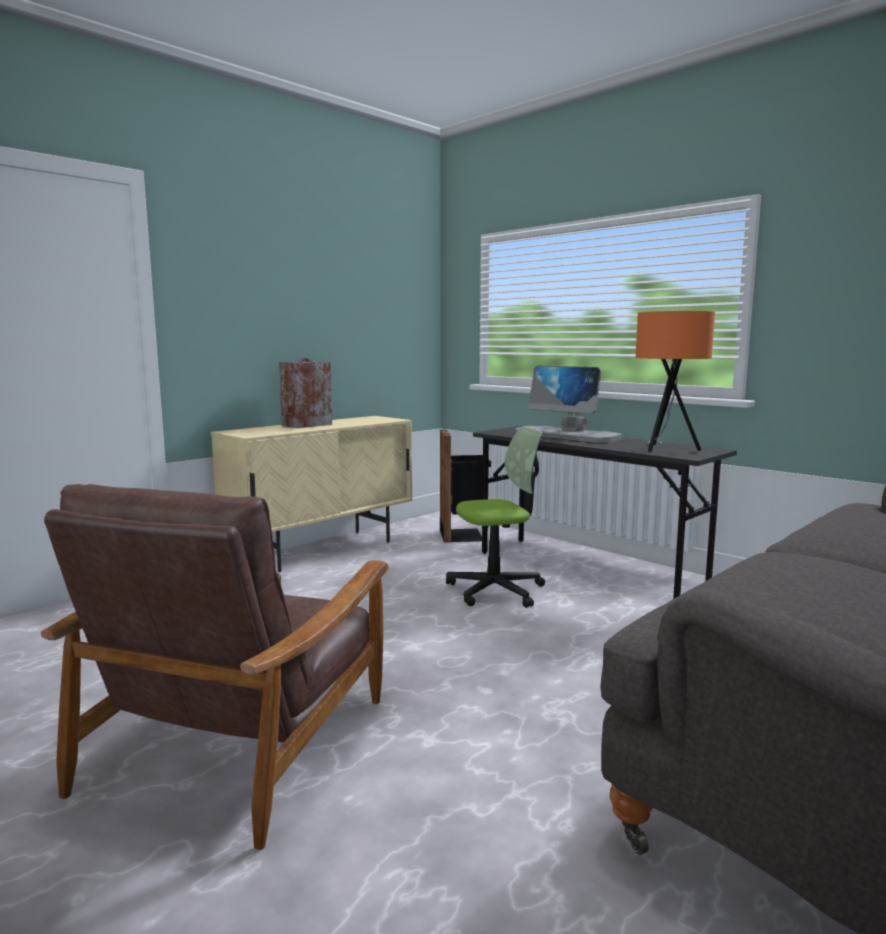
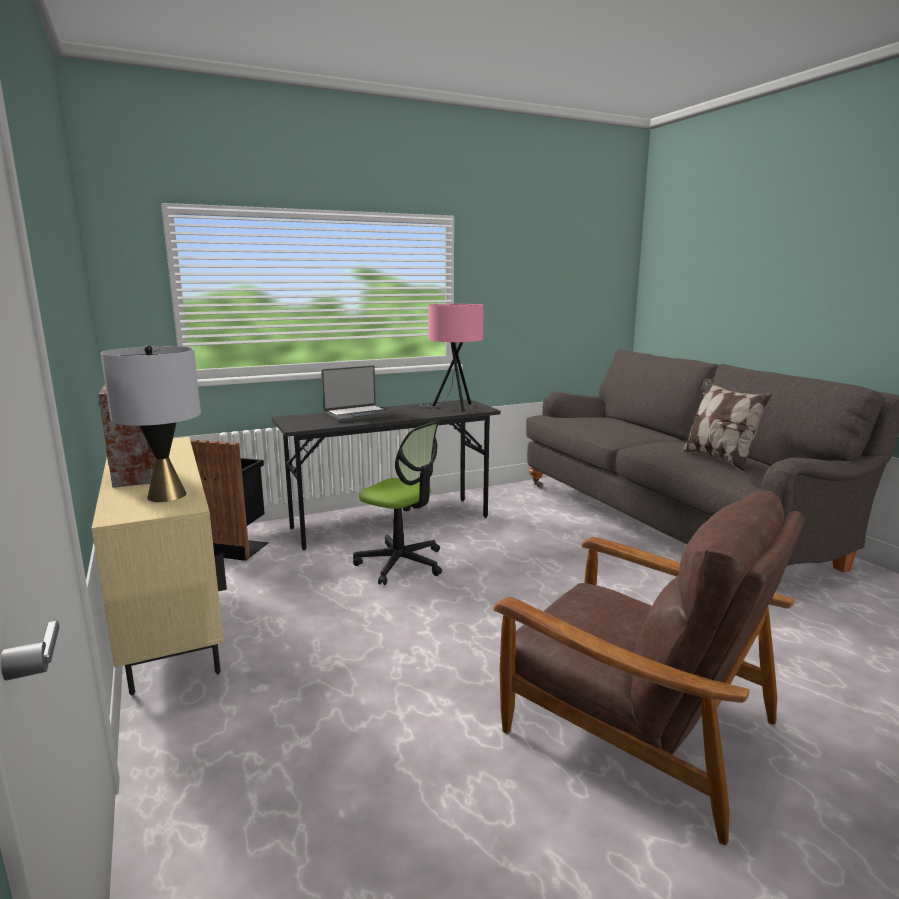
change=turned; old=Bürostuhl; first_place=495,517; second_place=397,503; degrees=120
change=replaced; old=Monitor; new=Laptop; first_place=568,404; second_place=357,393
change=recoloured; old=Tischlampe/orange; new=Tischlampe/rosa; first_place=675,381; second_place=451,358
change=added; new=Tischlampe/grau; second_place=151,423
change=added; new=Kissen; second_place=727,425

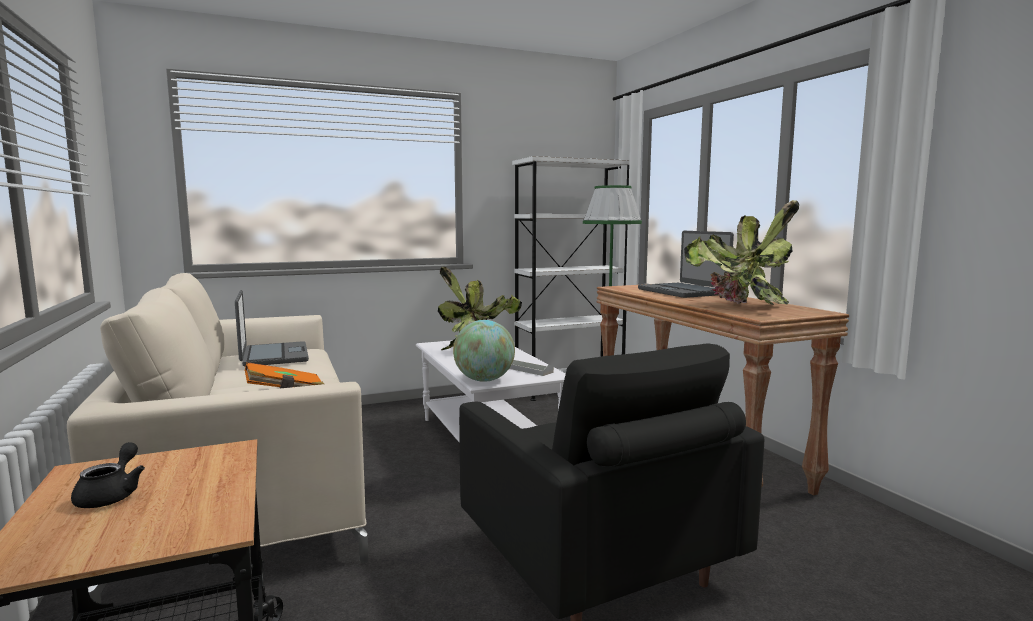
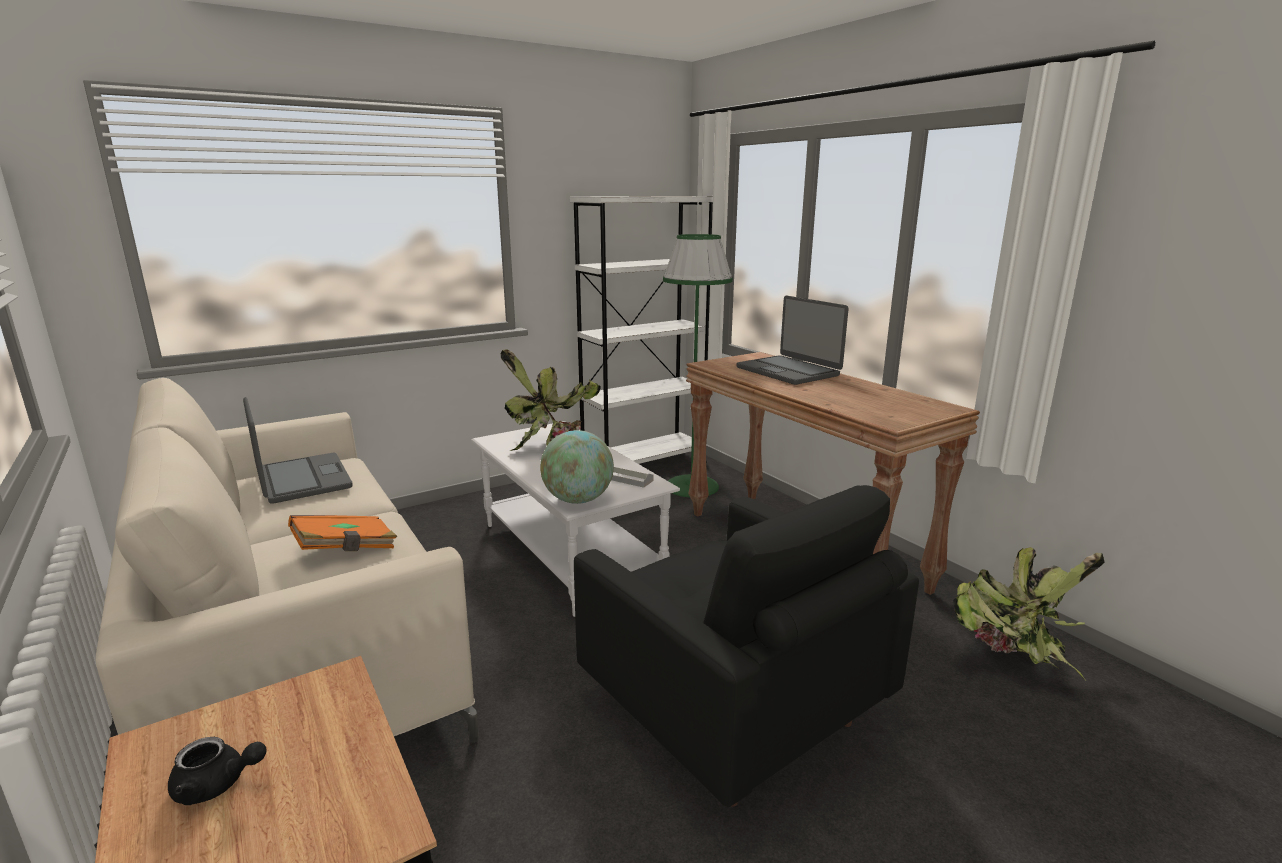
change=turned; old=Teekanne/schwarz; first_place=108,475; second_place=217,771; degrees=105
change=moved; old=Topfpflanze; first_place=741,252; second_place=1029,613

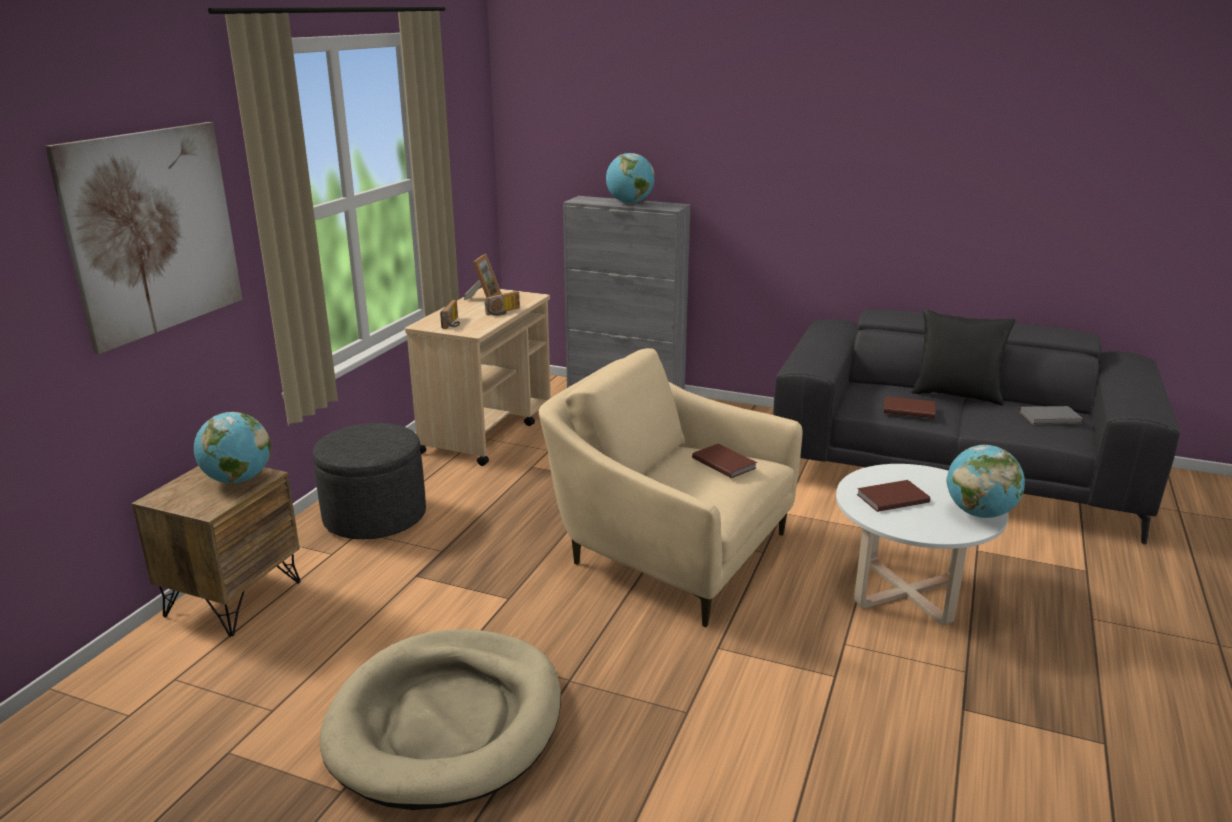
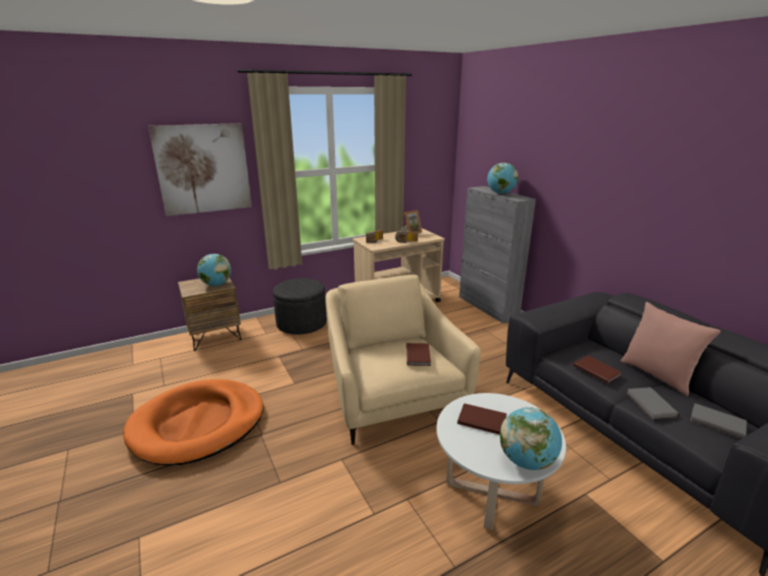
change=recoloured; old=Hundebett/beige; new=Hundebett/orange; first_place=440,719; second_place=193,422
change=recoloured; old=Kissen/schwarz; new=Kissen/rosa; first_place=963,357; second_place=670,349
change=added; new=Buch/grau; second_place=653,403

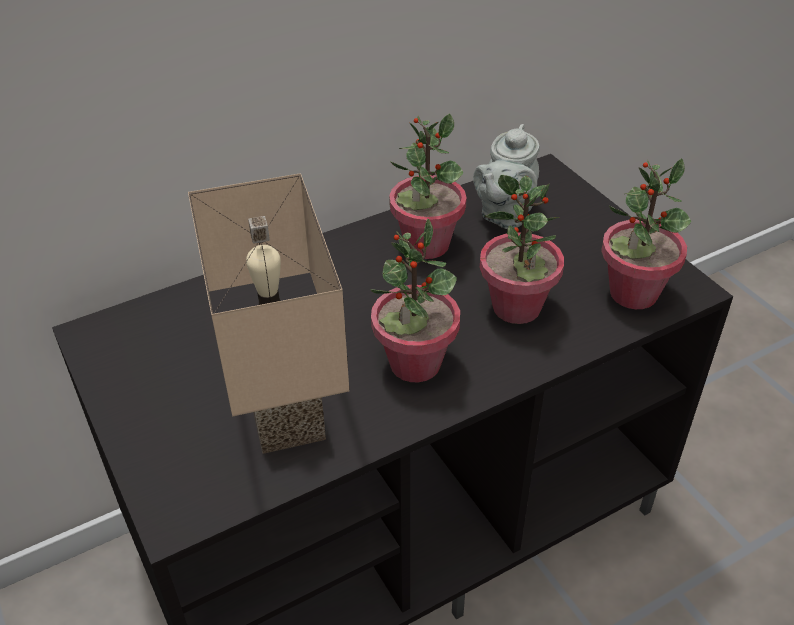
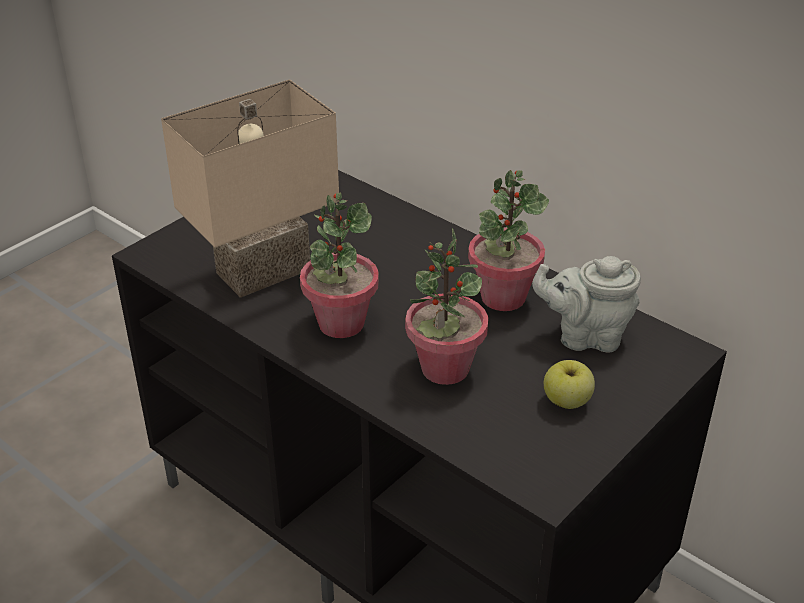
change=removed; old=Topfpflanze; first_place=646,233
change=added; new=Apfel; second_place=569,384

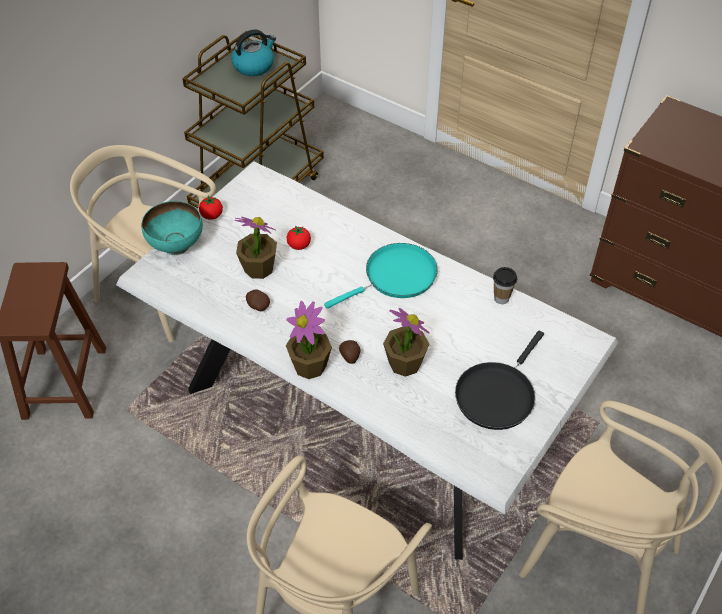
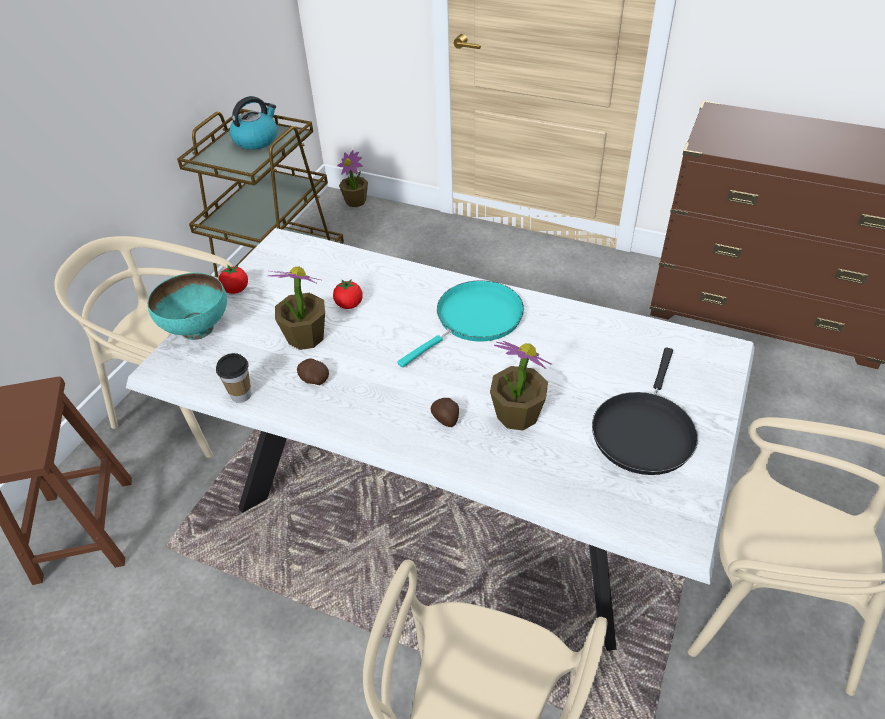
change=moved; old=Topfpflanze; first_place=309,340; second_place=352,178
change=moved; old=Tasse; first_place=505,285; second_place=233,378

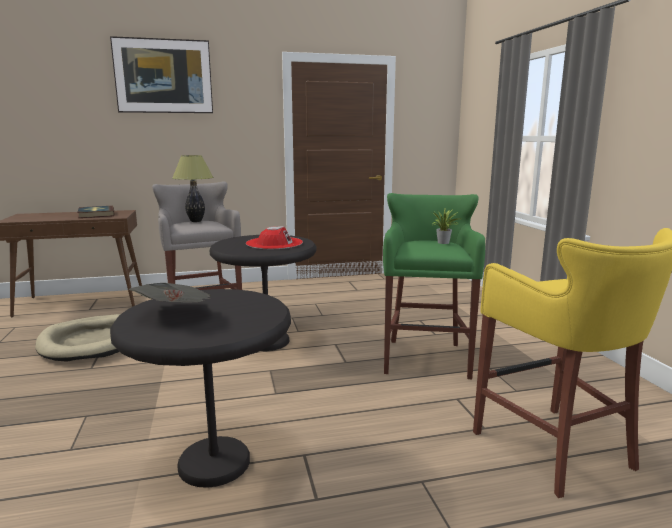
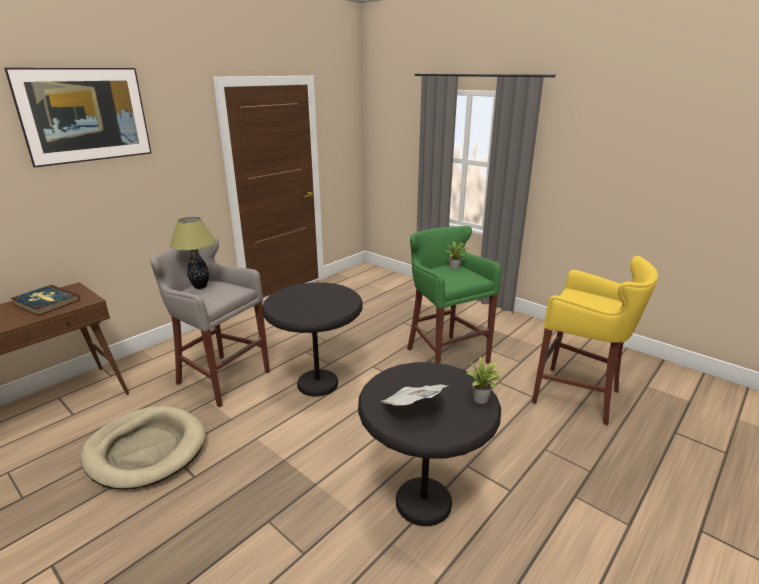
change=removed; old=Hut/rot; first_place=274,237
change=added; new=Topfpflanze; second_place=486,380

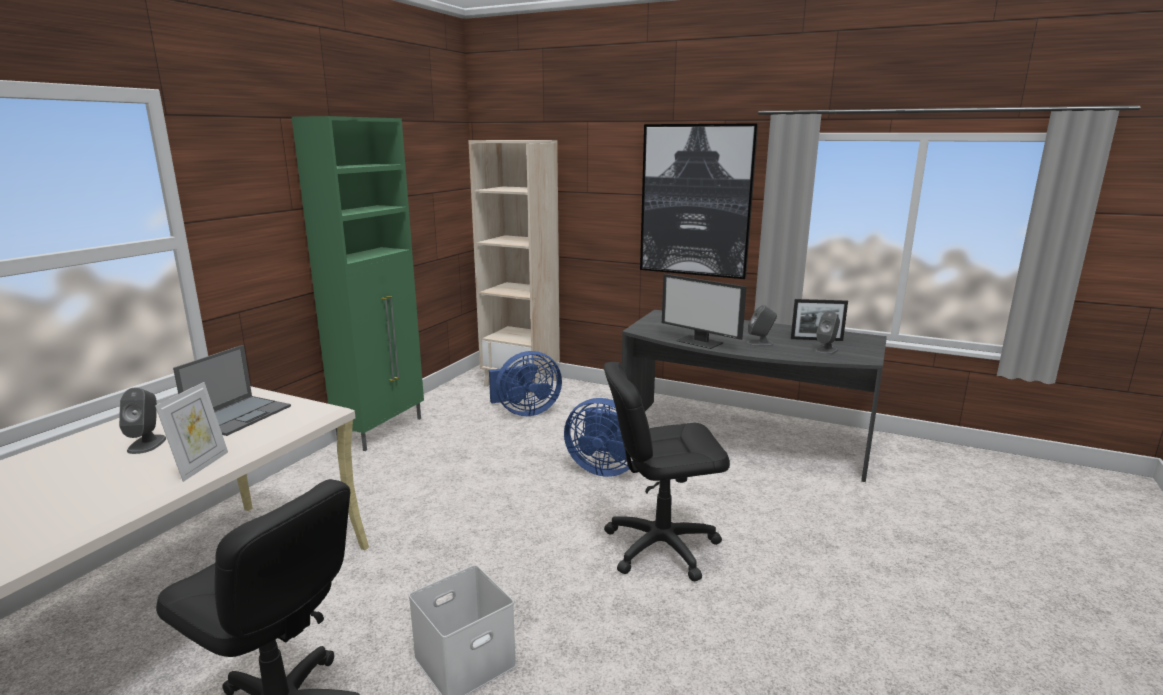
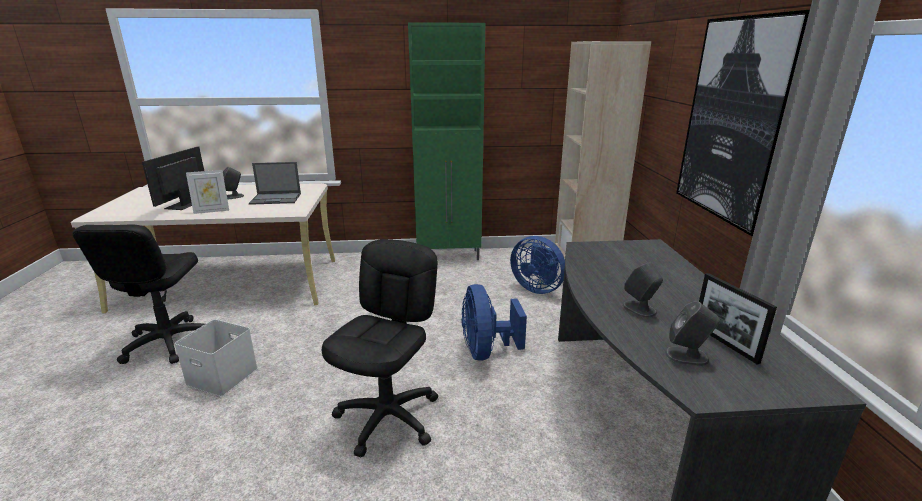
change=turned; old=Bürostuhl/schwarz; first_place=667,471; second_place=380,348; degrees=60
change=moved; old=Monitor; first_place=704,311; second_place=173,178

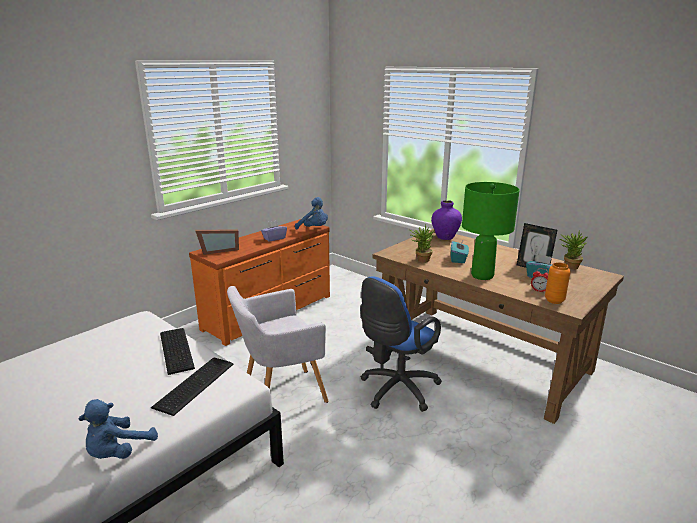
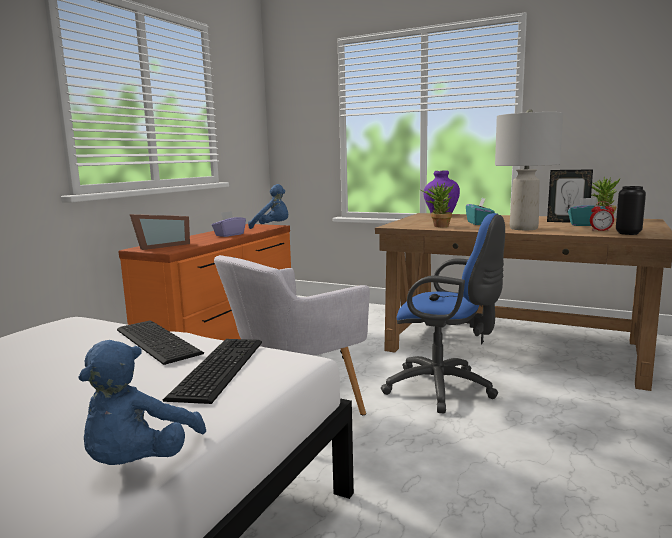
change=turned; old=Bürostuhl/blau; first_place=401,344; second_place=443,313; degrees=-90
change=recoloured; old=Tischlampe/grün; new=Tischlampe/grau; first_place=491,231; second_place=529,169
change=recoloured; old=Vase/orange; new=Vase/schwarz; first_place=558,283; second_place=631,210

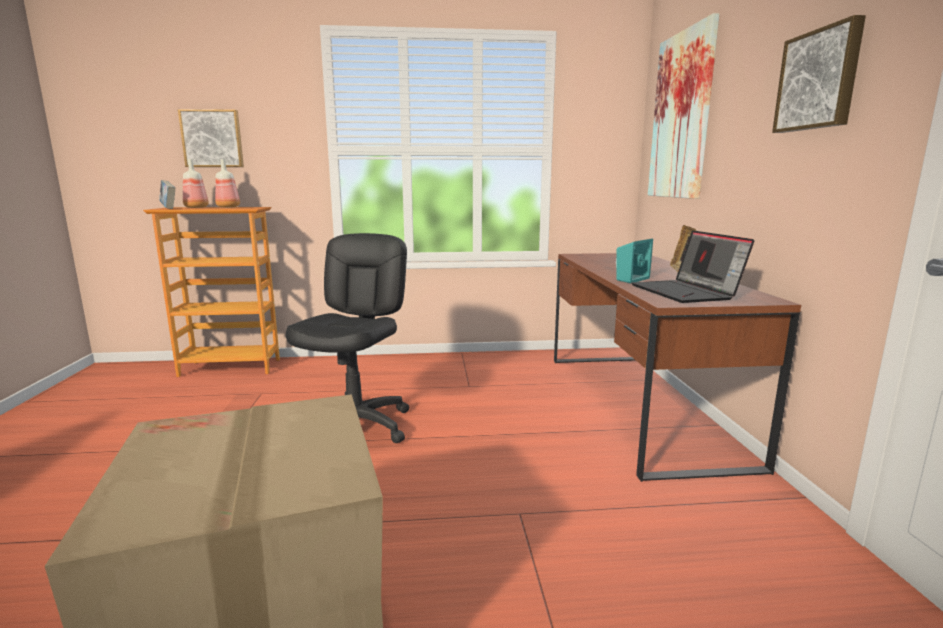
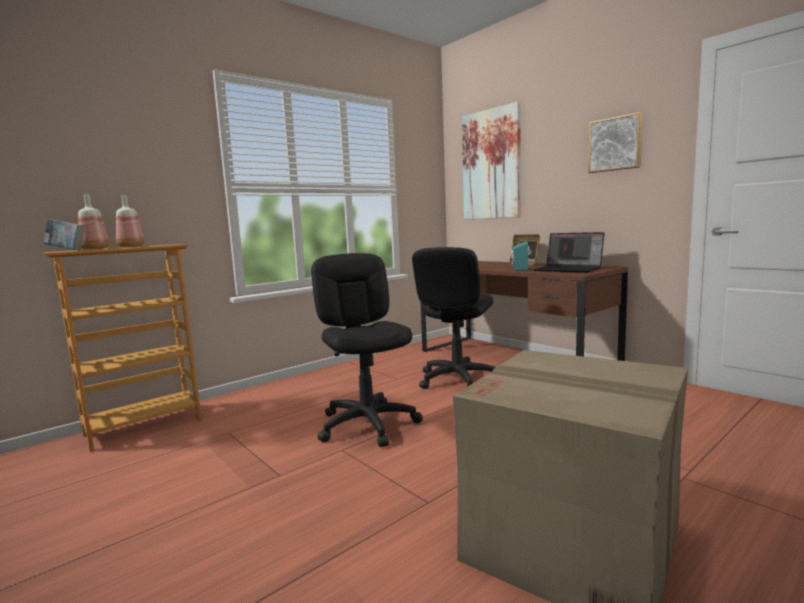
change=removed; old=Bild; first_place=211,138
change=added; new=Bürostuhl/schwarz; second_place=454,318

